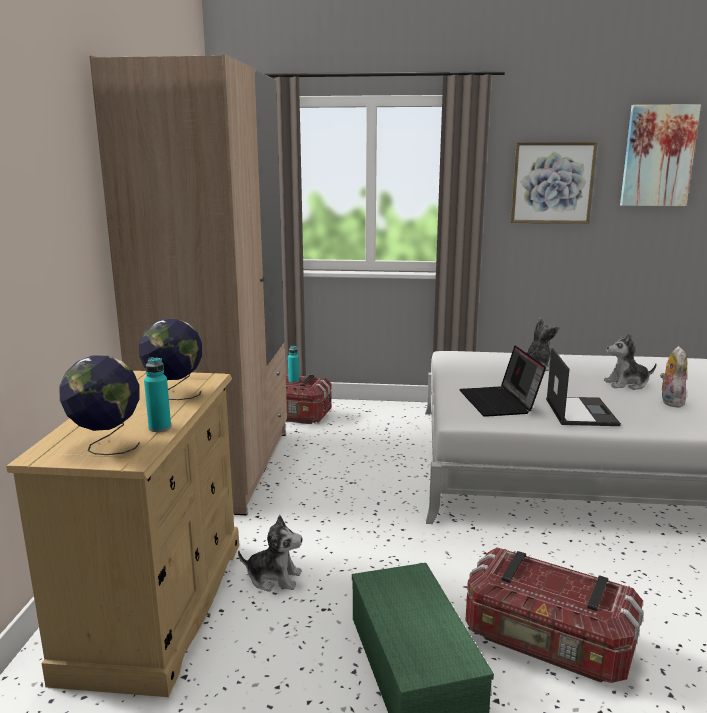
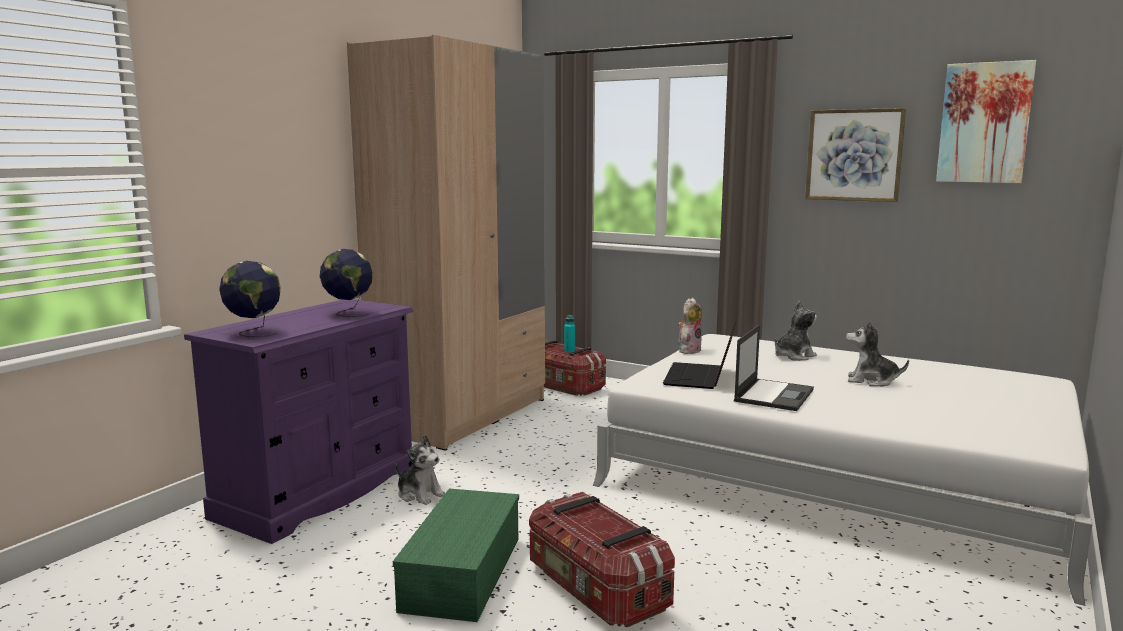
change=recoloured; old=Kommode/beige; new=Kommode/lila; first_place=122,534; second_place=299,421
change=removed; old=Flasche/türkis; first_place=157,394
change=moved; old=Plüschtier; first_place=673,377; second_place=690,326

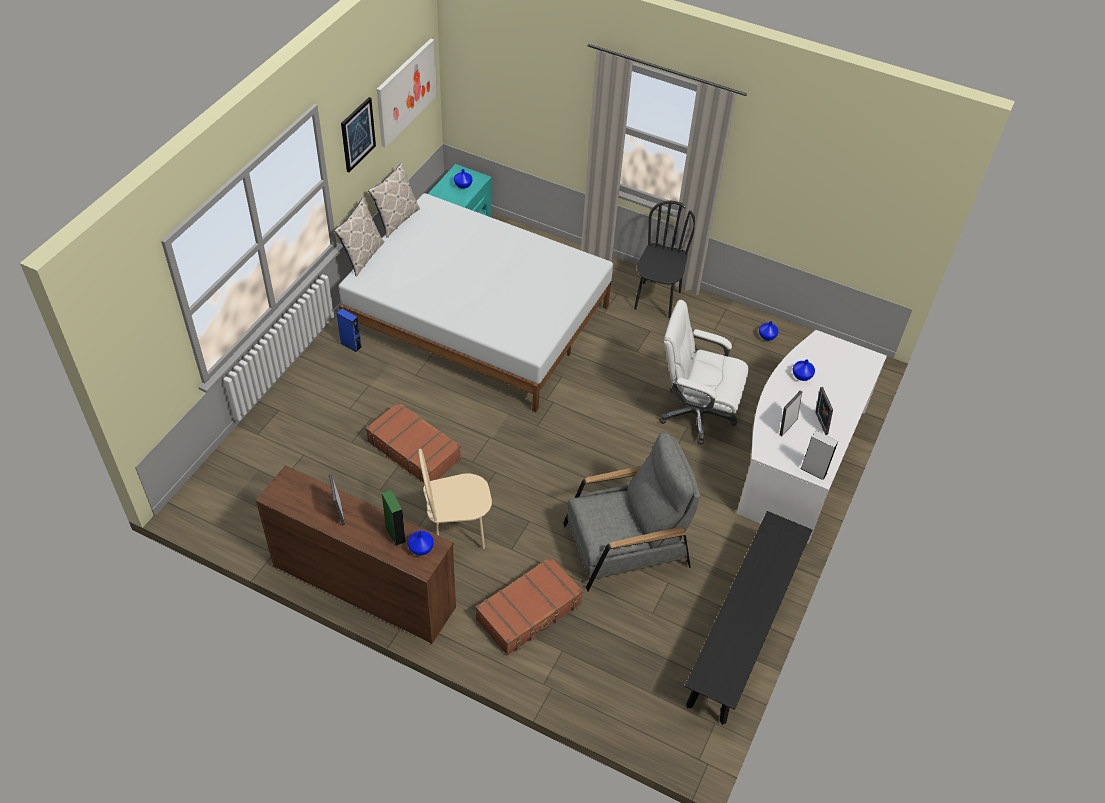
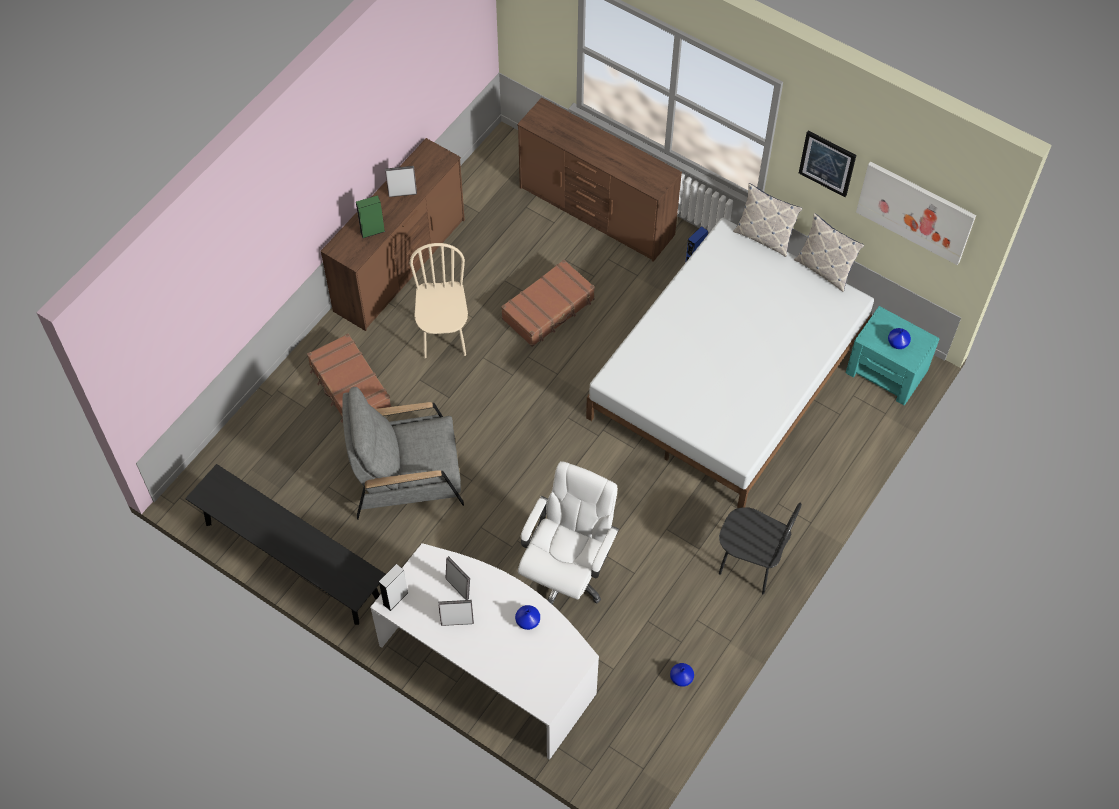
change=removed; old=Vase/blau; first_place=421,543
change=turned; old=Sessel/grau; first_place=631,512; second_place=403,453; degrees=90
change=added; new=Kommode/braun; second_place=599,179

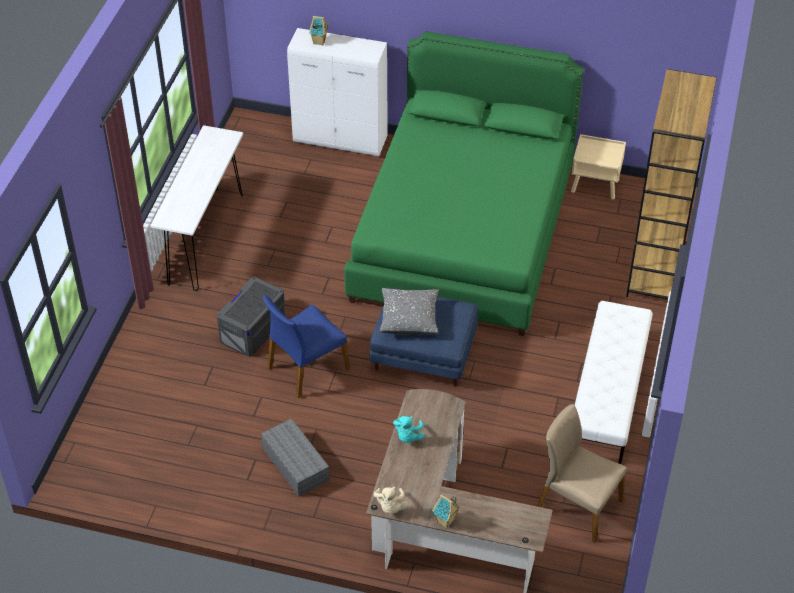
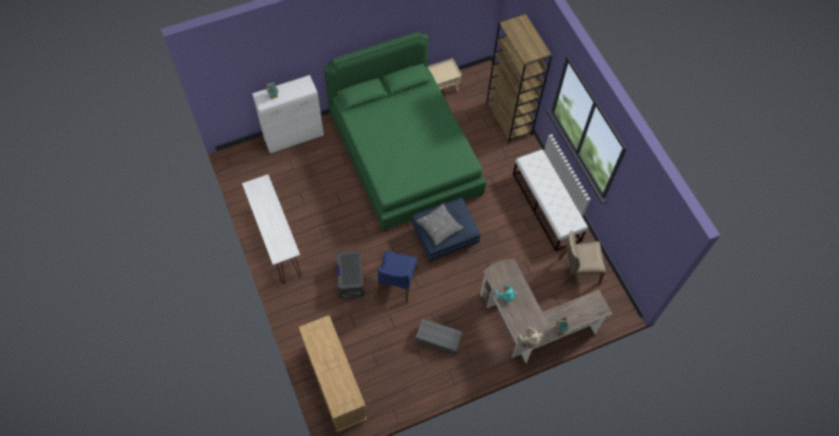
change=added; new=Kommode/beige; second_place=333,374

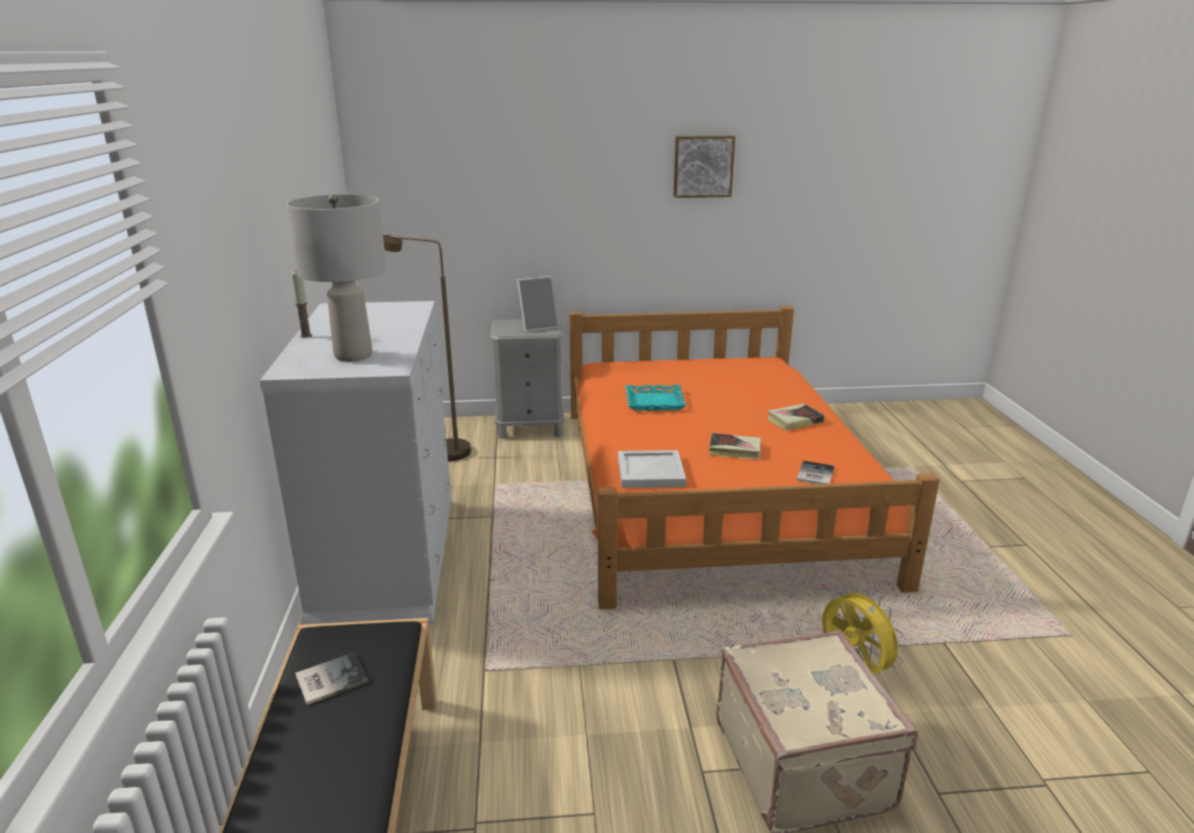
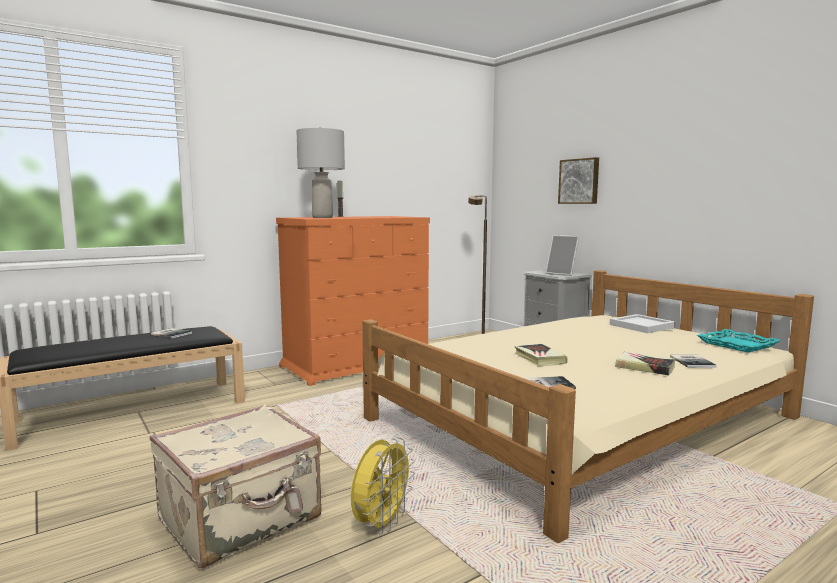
change=recoloured; old=Kommode/weiß; new=Kommode/orange; first_place=356,463; second_place=353,301
change=recoloured; old=Bett/orange; new=Bett/beige; first_place=754,457; second_place=588,406
change=moved; old=Tablett/weiß; first_place=652,469; second_place=643,323
change=moved; old=Tablett/türkis; first_place=655,398; second_place=739,341
change=moved; old=Bild; first_place=704,167; second_place=578,180
change=added; new=Buch; second_place=693,361

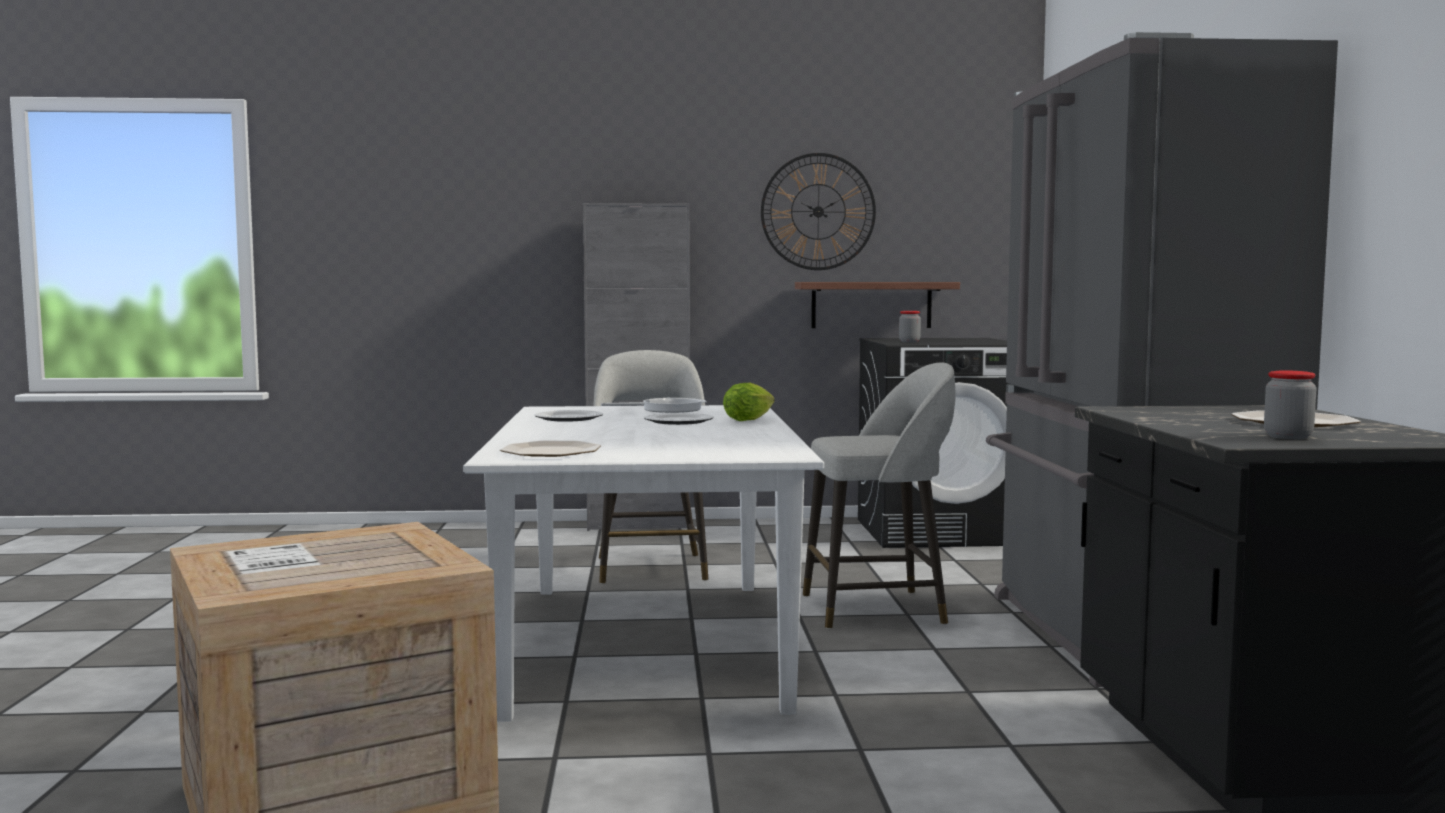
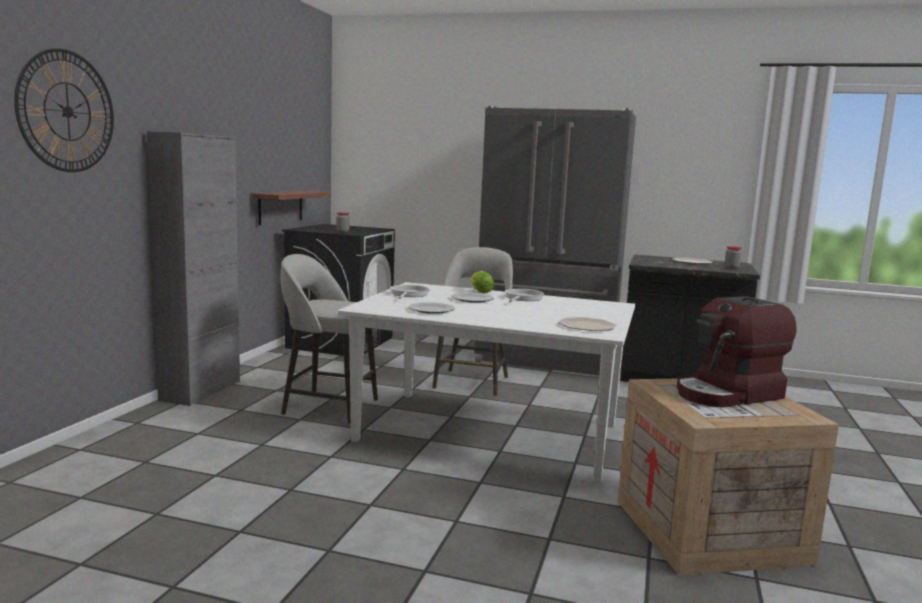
change=moved; old=Wanduhr; first_place=818,211; second_place=64,110
change=added; new=Pfanne; second_place=524,295
change=added; new=Kaffeemaschine; second_place=737,351

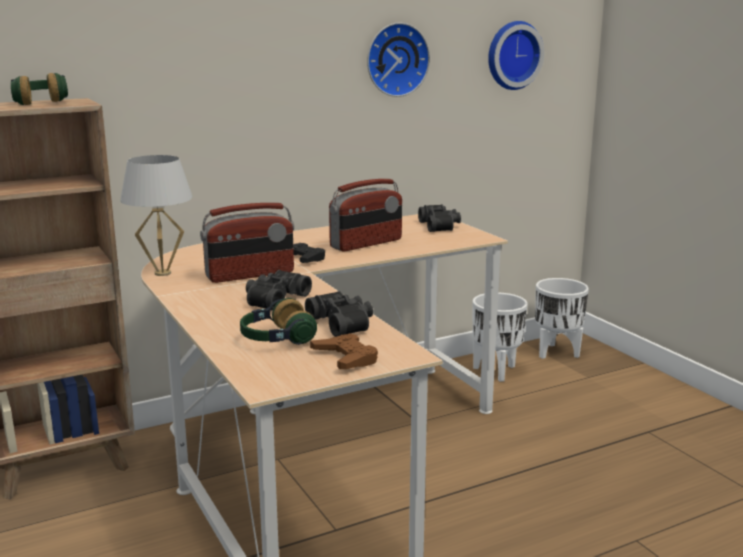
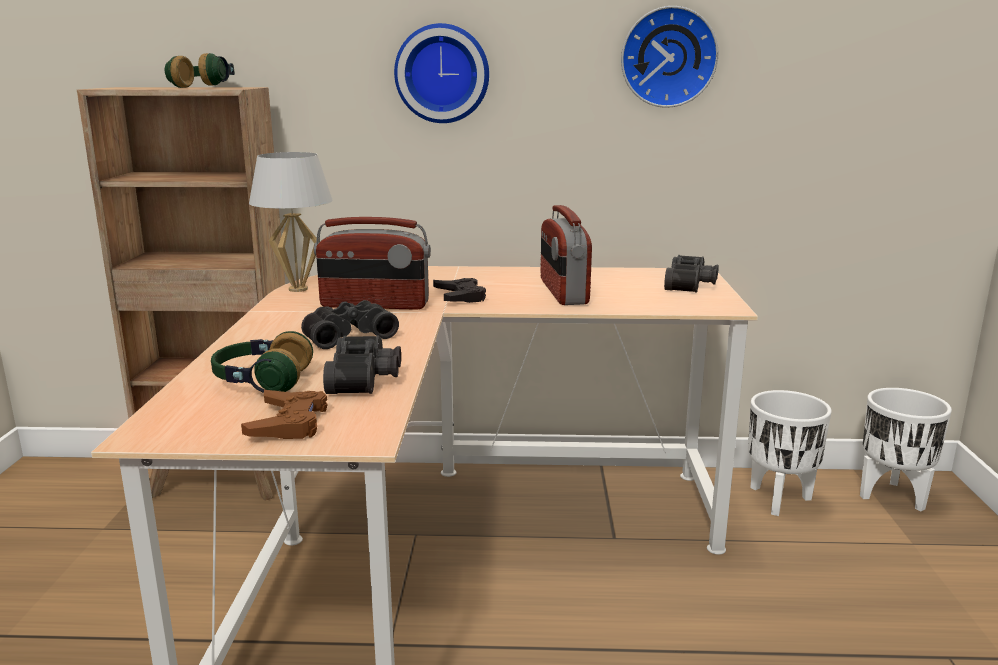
change=turned; old=Radio; first_place=365,215; second_place=566,255; degrees=90
change=moved; old=Wanduhr; first_place=516,55; second_place=441,73

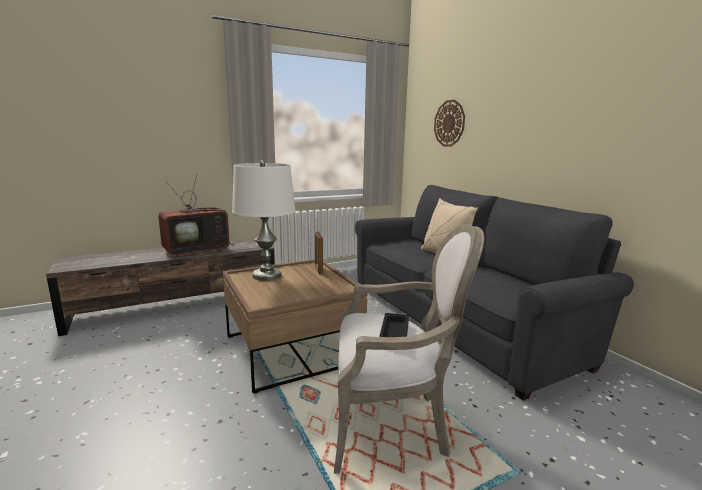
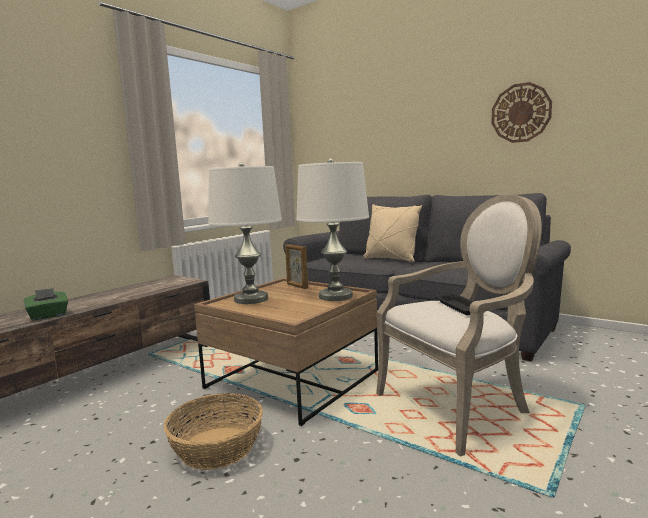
change=removed; old=Fernseher; first_place=196,216
change=moved; old=Wanduhr; first_place=449,123; second_place=522,112
change=added; new=Taschentuchbox/grün; second_place=45,304
change=added; new=Korb; second_place=213,431
change=added; new=Tischlampe/weiß; second_place=332,229

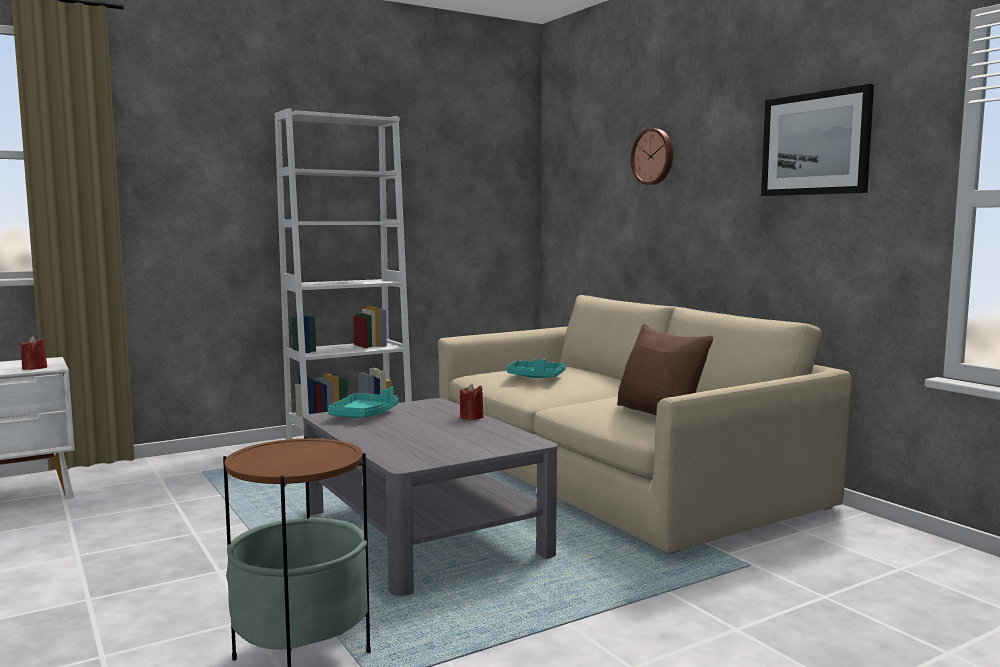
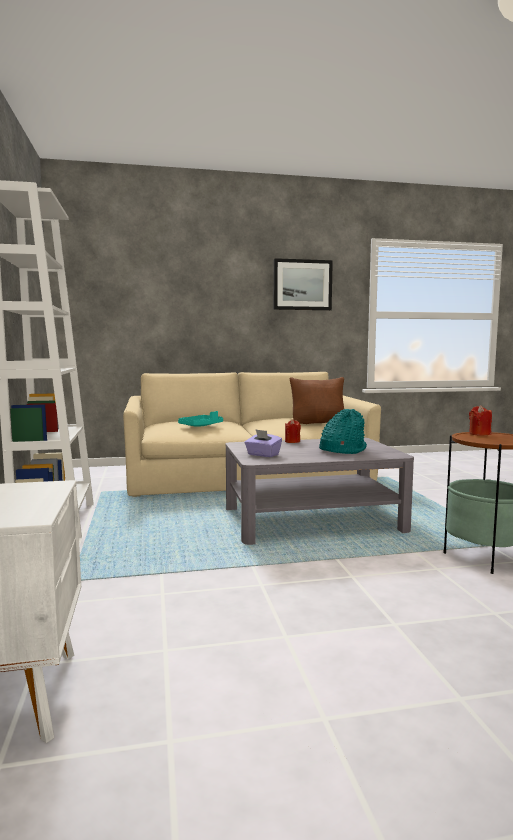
change=moved; old=Kerze/rot; first_place=33,353; second_place=480,420
change=replaced; old=Tablett/türkis; new=Taschentuchbox/lila; first_place=363,402; second_place=263,443
change=removed; old=Wanduhr; first_place=652,156
change=added; new=Hut/türkis; second_place=343,431

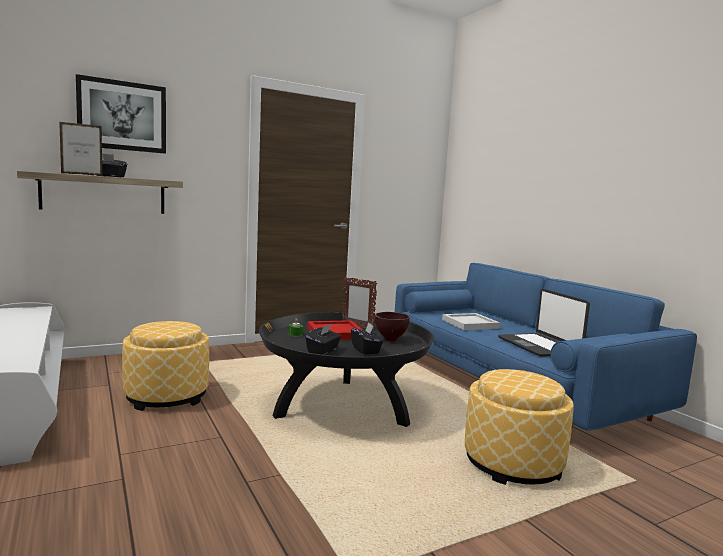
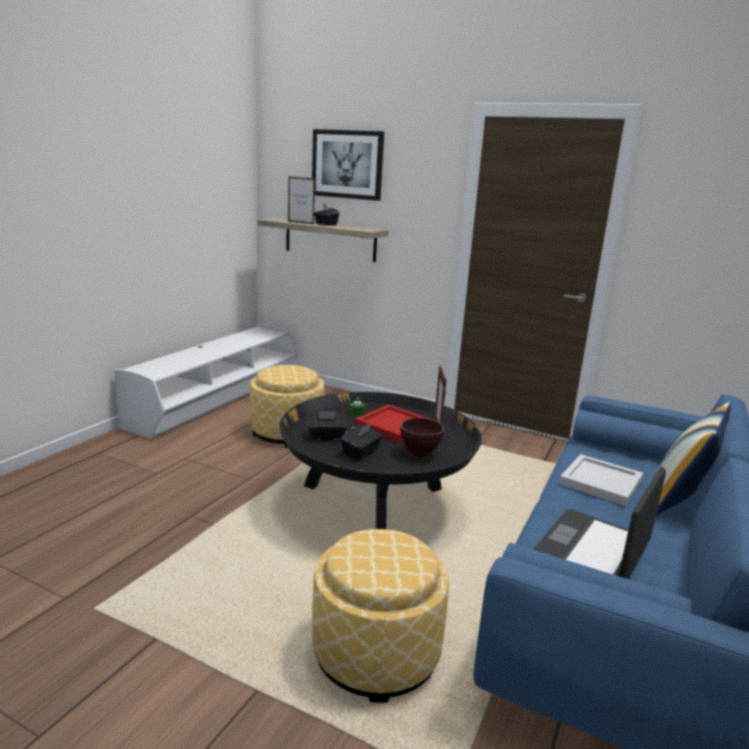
change=added; new=Kissen; second_place=693,459

